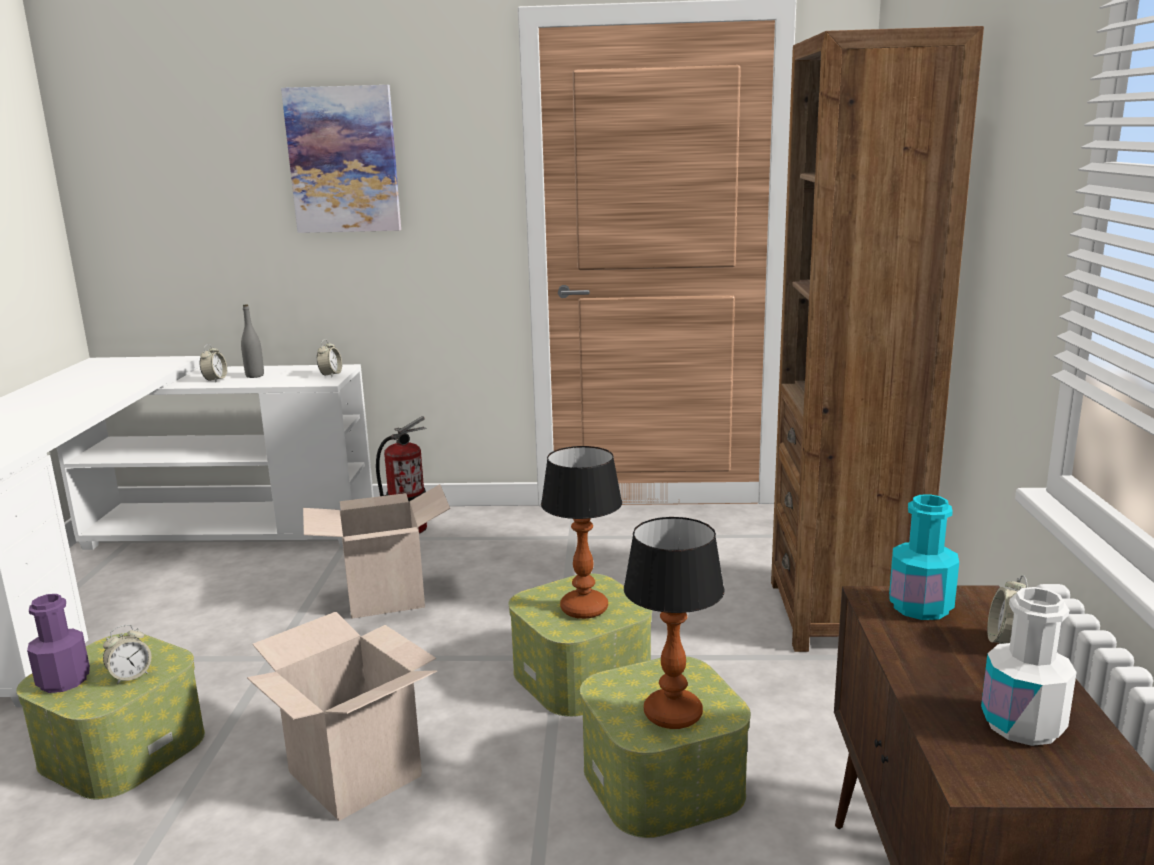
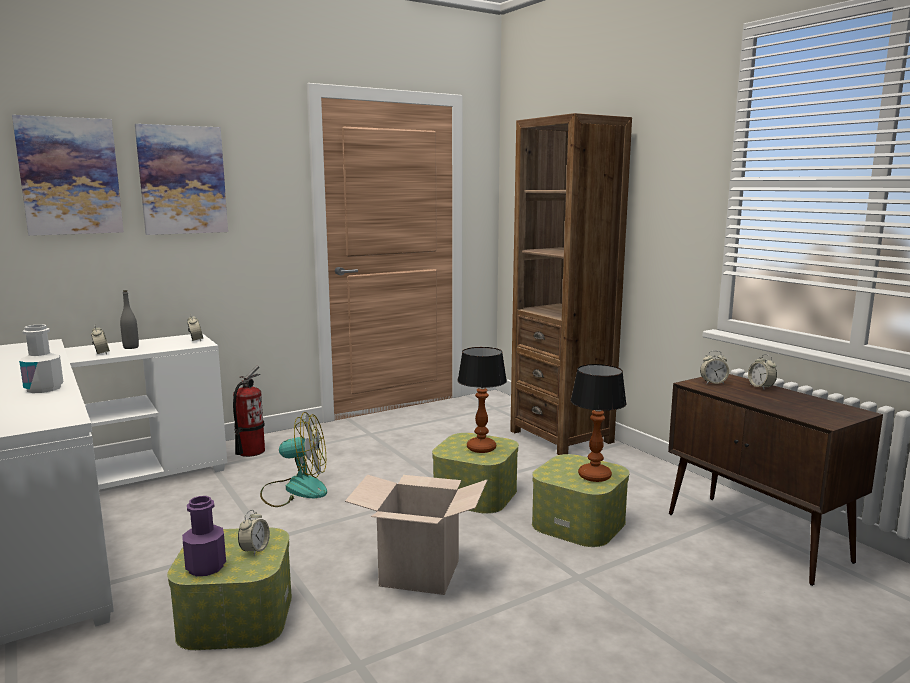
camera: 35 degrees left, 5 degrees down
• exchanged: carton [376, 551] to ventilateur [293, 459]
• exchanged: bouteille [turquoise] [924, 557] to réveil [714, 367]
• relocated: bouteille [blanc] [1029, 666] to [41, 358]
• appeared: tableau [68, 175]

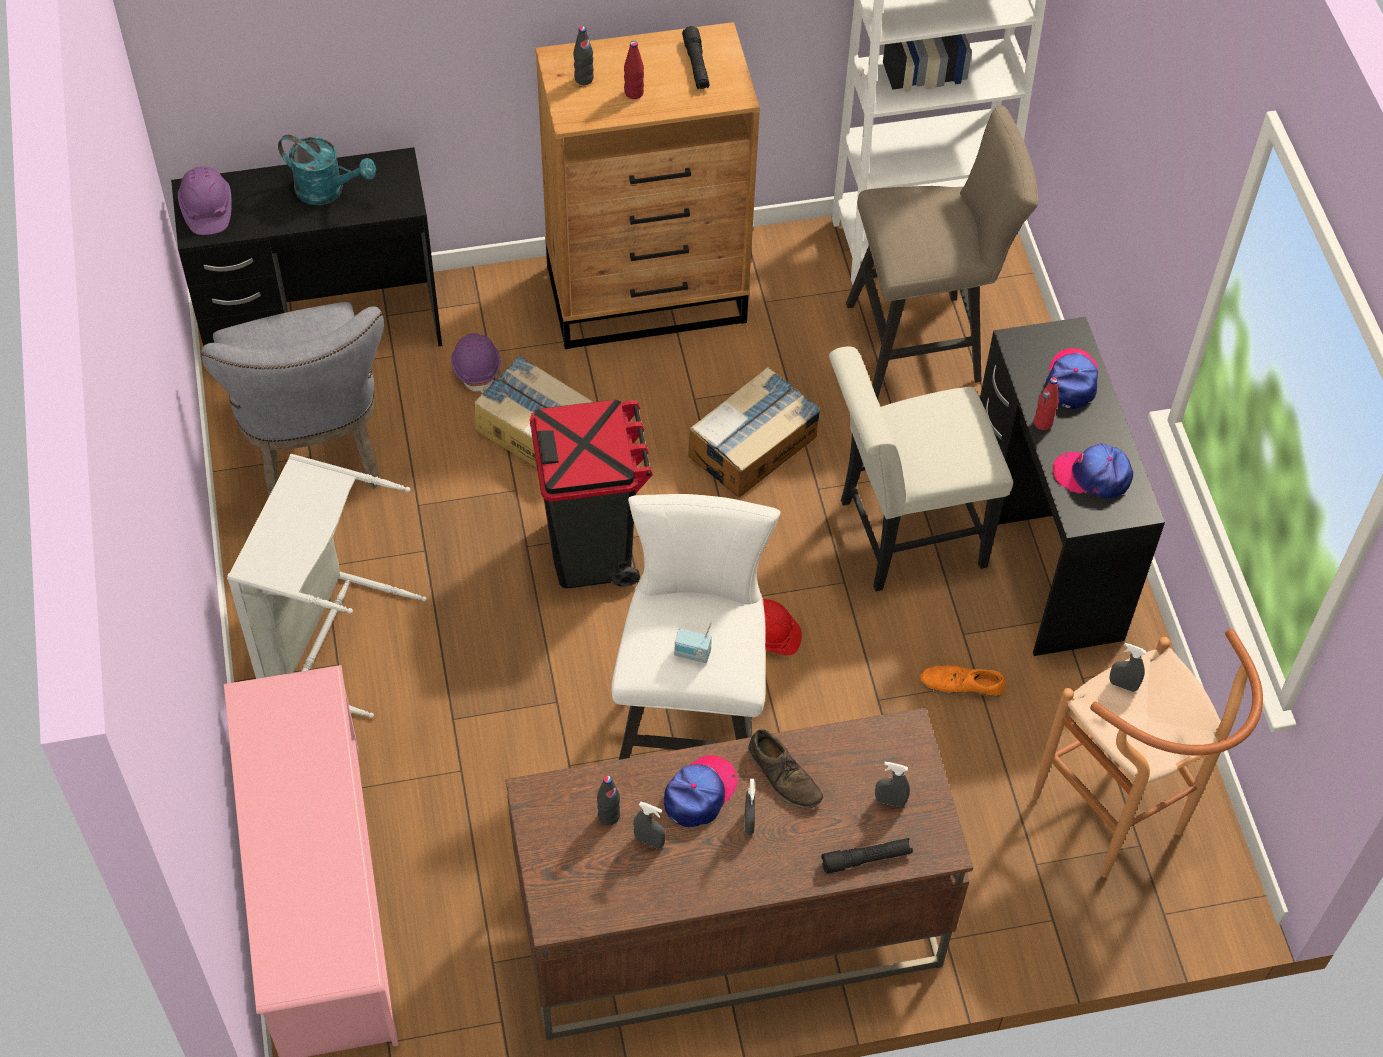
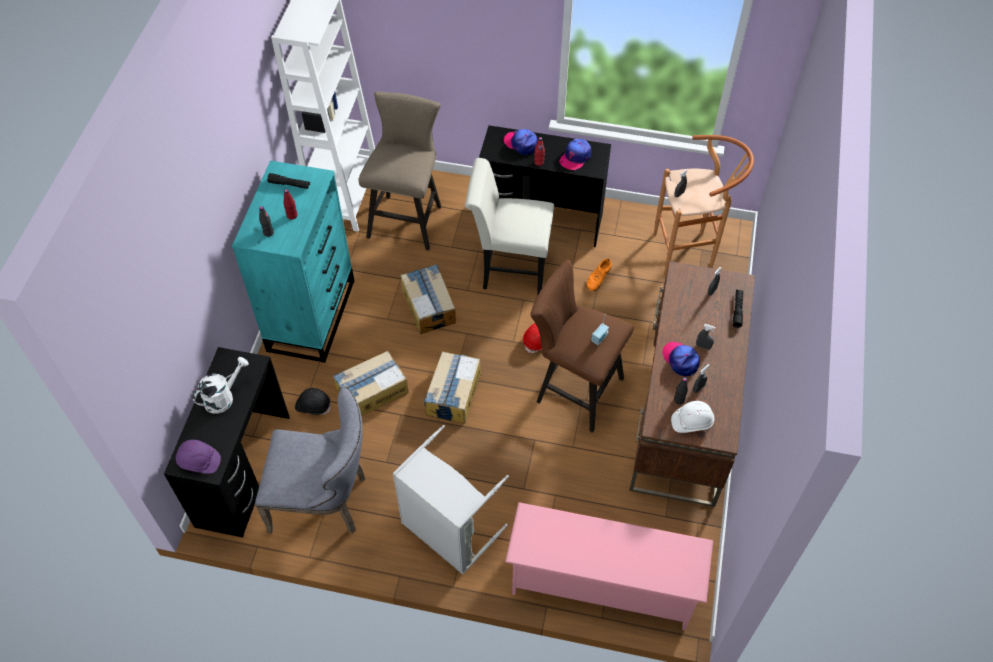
camera: 65 degrees left, 0 degrees up
• colour: arrosoir [turquoise] [327, 170] to arrosoir [blanc] [221, 385]
• colour: casque de chantier [violet] [476, 363] to casque de chantier [noir] [313, 401]
• exchanged: poubelle [noir] [591, 494] to carton [452, 387]
• colour: commode [marron] [647, 185] to commode [turquoise] [293, 261]
• colour: tabouret [blanc] [695, 627] to tabouret [marron] [582, 346]
• missing: chaussure [marron] [785, 769]
• spun: chaise [blanc] [921, 468] = [509, 227] 90 degrees clockwise
• appeared: casque de chantier [blanc] [692, 417]

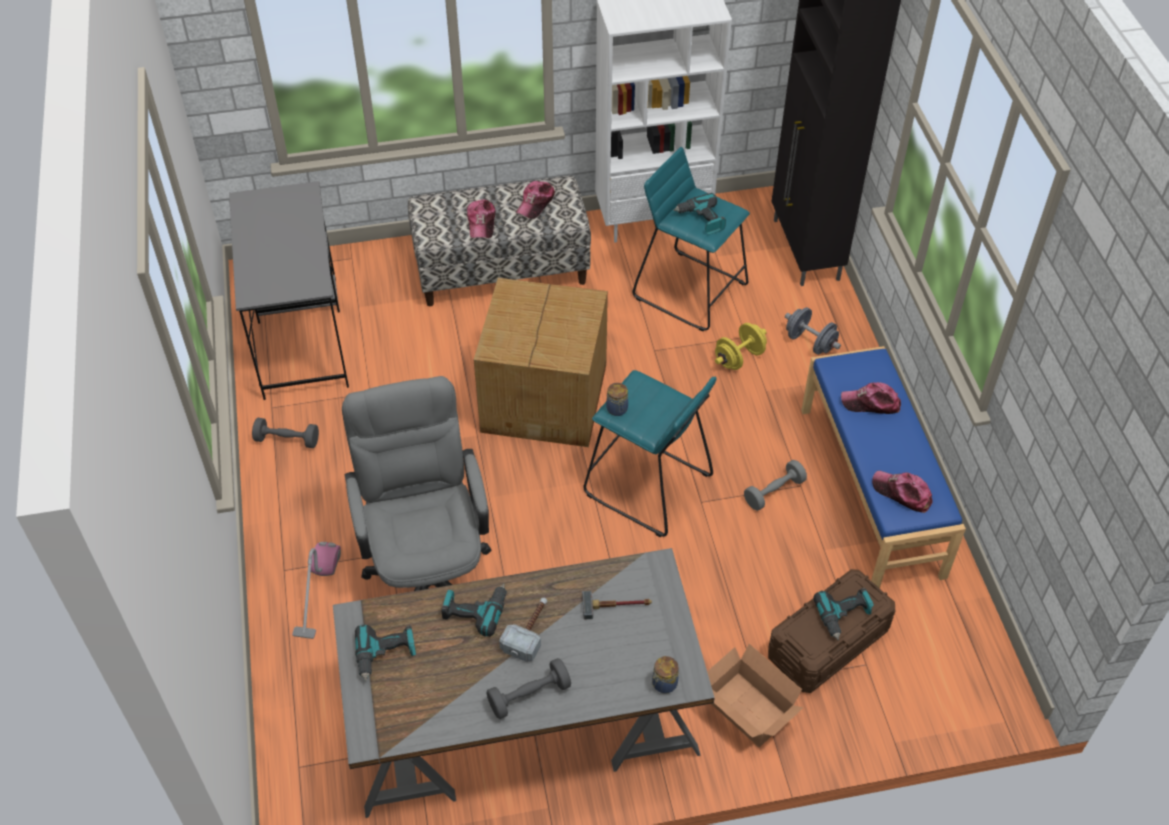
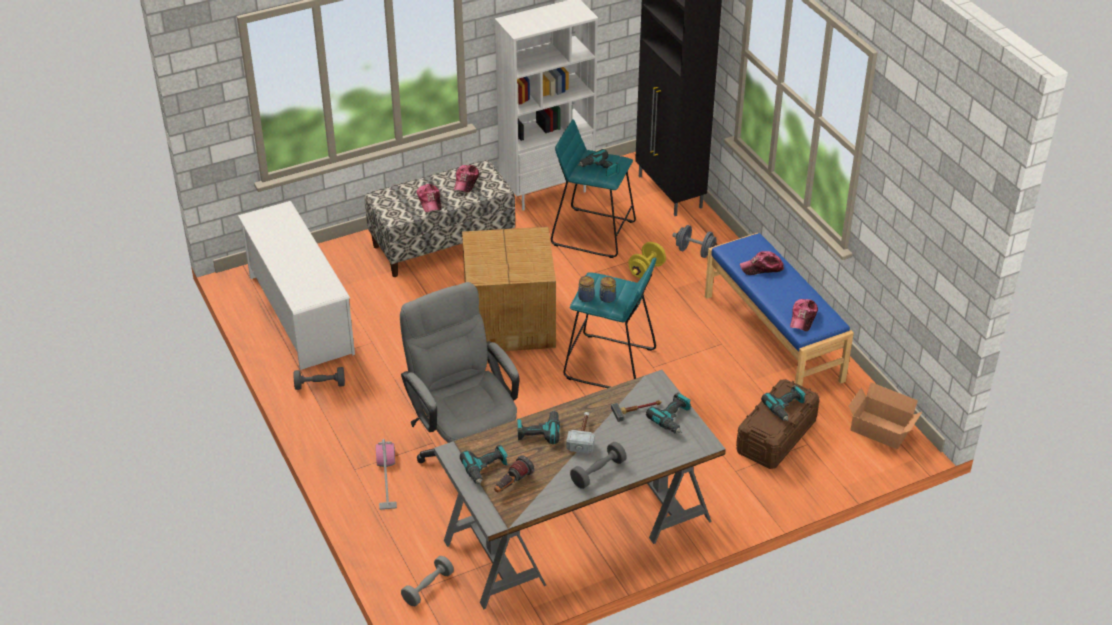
camera: 15 degrees left, 10 degrees down
• exchanged: bureau [gris] [289, 290] to étagère à chaussures [blanc] [296, 285]
• relocated: bocal [665, 675] to [608, 290]
• relocated: carton [755, 695] to [885, 415]
• relocated: haltère [gris] [775, 485] to [427, 581]
• spun: casquette [902, 492] = [804, 315] 90 degrees counterclockwise
• appeared: lampe de poche [514, 474]
• appeared: perceuse [668, 412]

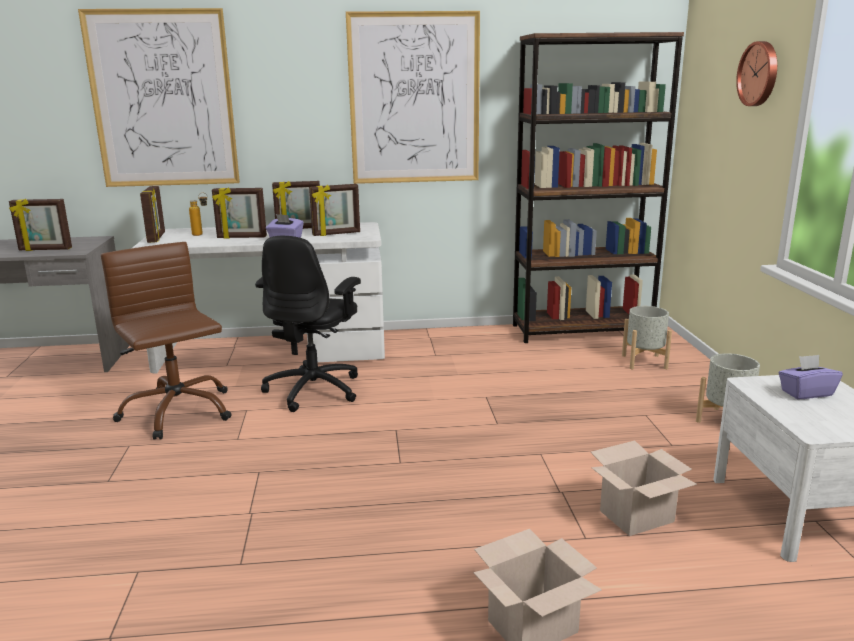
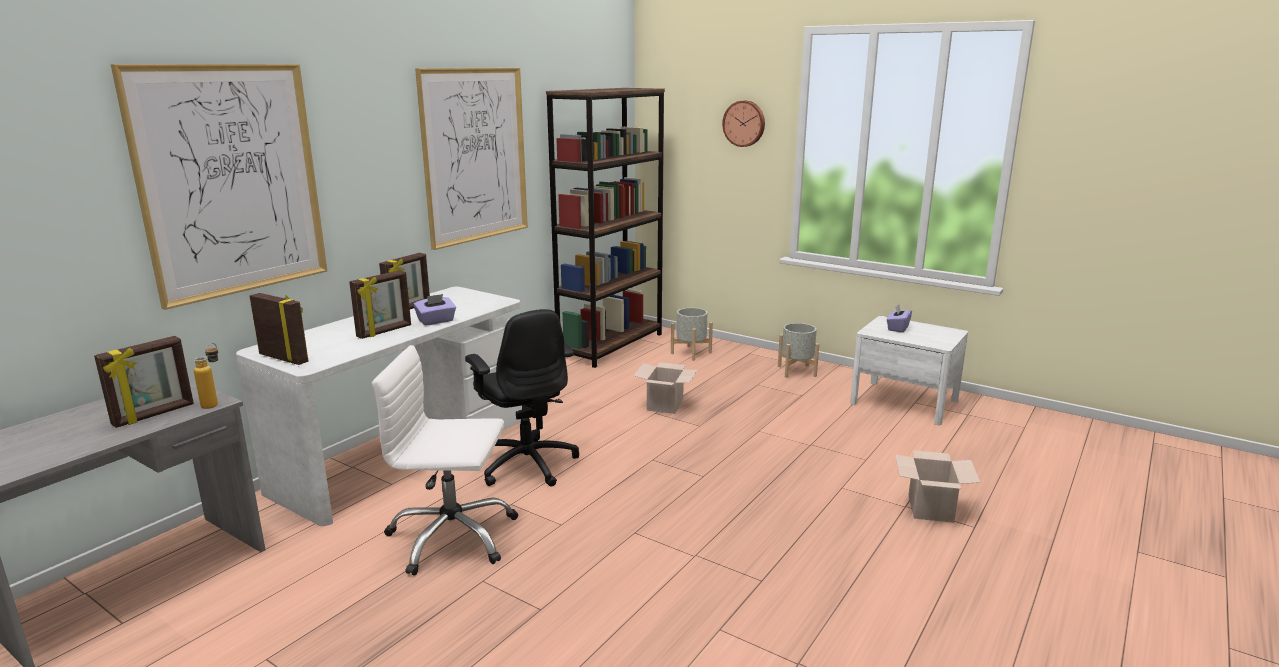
camera: 50 degrees left, 0 degrees up
• colour: chaise de bureau [marron] [166, 341] to chaise de bureau [blanc] [445, 460]
• relocated: bouteille [198, 214] to [206, 376]
• missing: cadre photo [334, 210]
• relocated: carton [644, 488] to [665, 388]

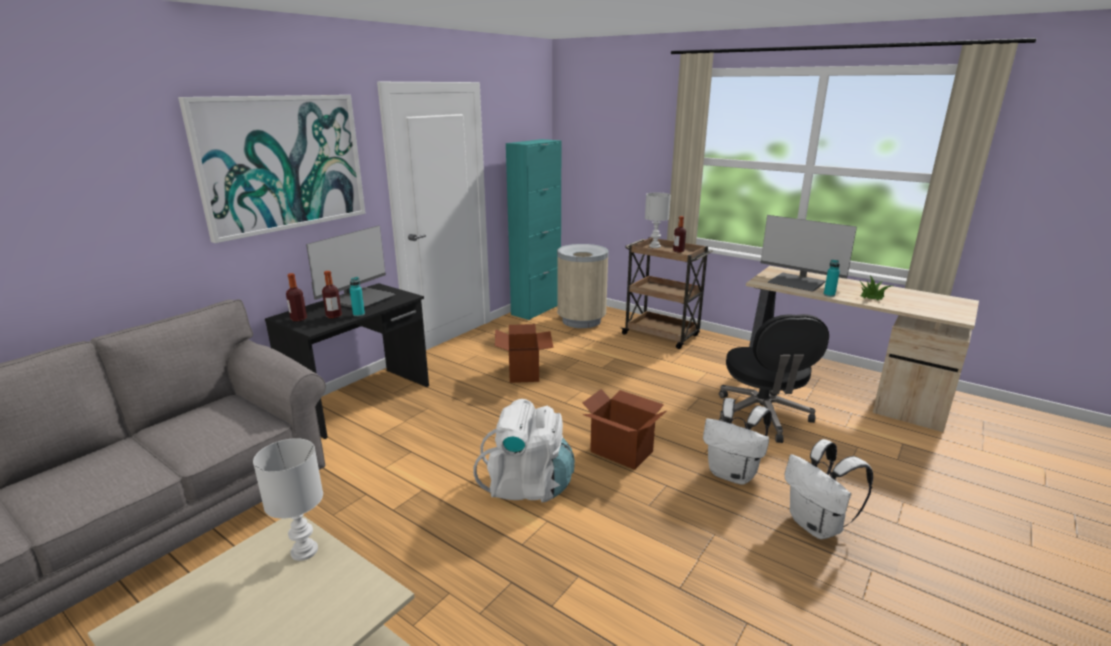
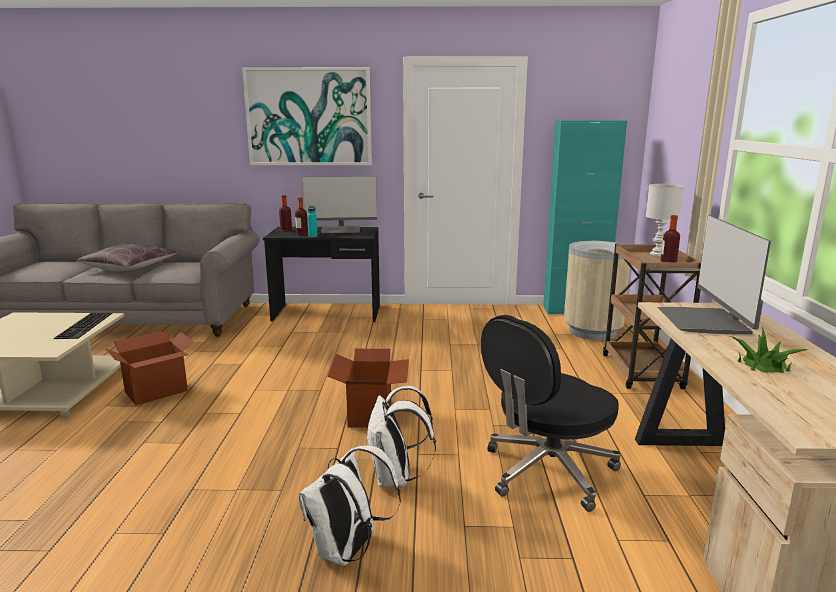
camera: 55 degrees right, 5 degrees down
• exchanged: lampe de table [blanc] [288, 499] to clavier [83, 325]
• missing: sac à dos [blanc] [524, 450]
• relocated: carton [524, 353] to [149, 368]
• missing: bouteille [turquoise] [832, 278]
• appeared: coussin [marron] [126, 257]

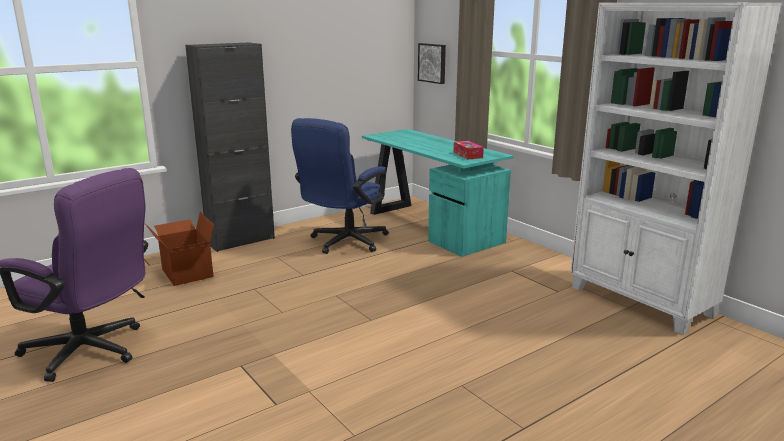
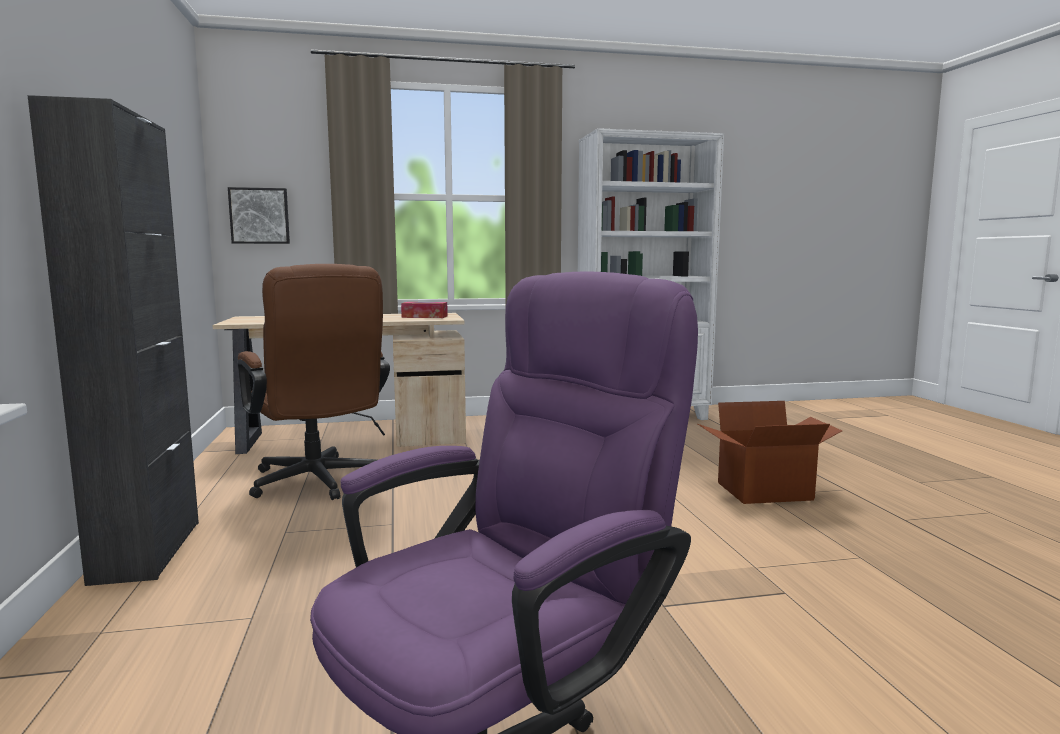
camera: 65 degrees left, 10 degrees down
• relocated: carton [179, 249] to [770, 452]
• colour: chaise de bureau [bleu] [340, 186] to chaise de bureau [marron] [313, 382]
• colour: bureau [turquoise] [438, 193] to bureau [beige] [339, 383]

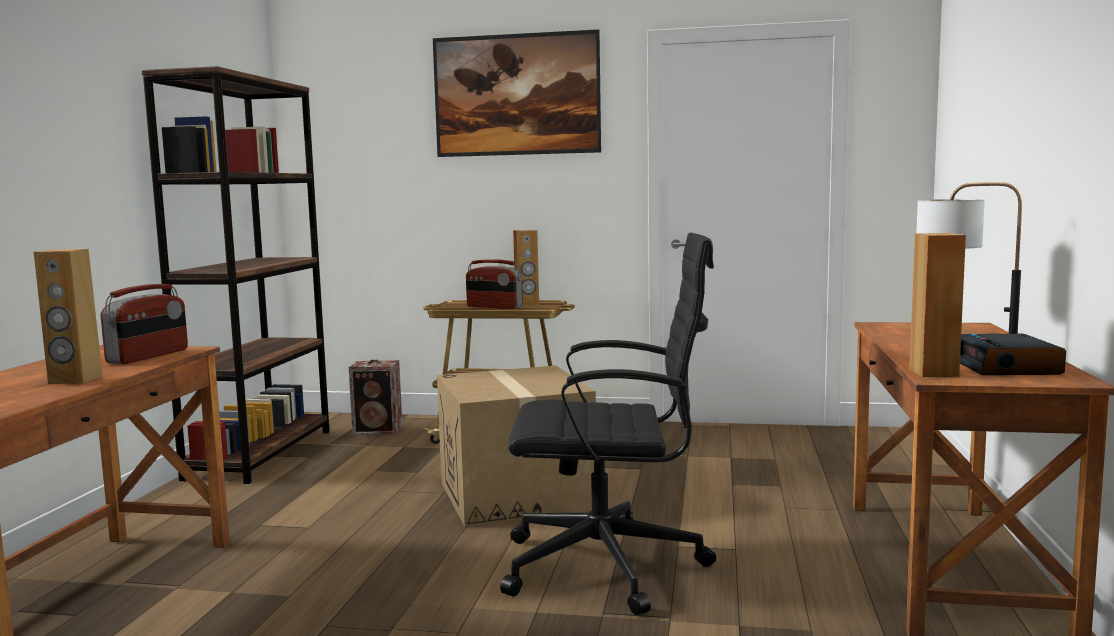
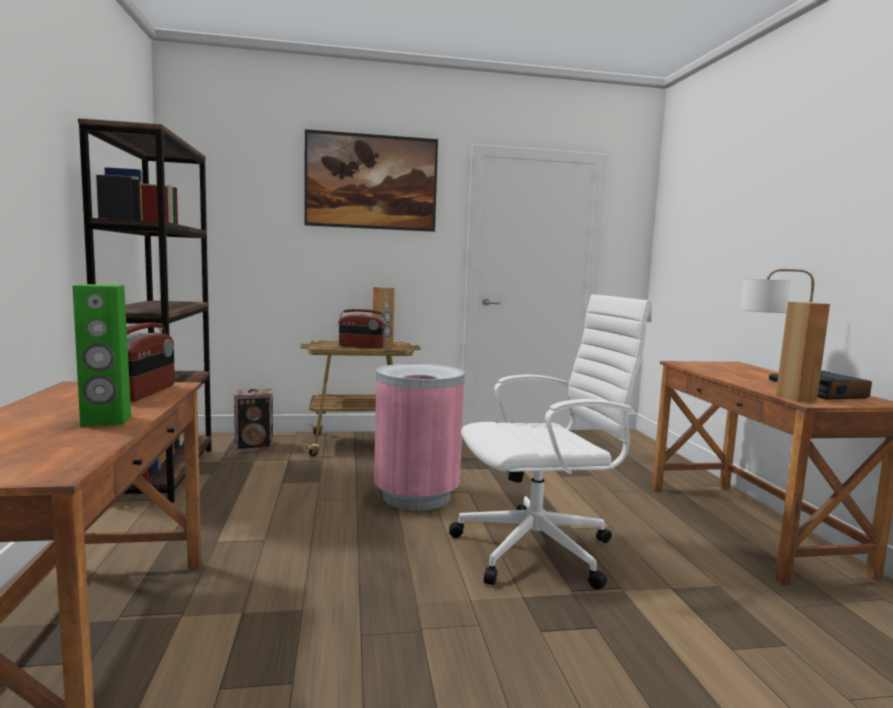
camera: 20 degrees left, 0 degrees up
• colour: enceinte [marron] [68, 316] to enceinte [vert] [101, 355]
• exchanged: carton [516, 446] to poubelle [rose] [419, 437]
• colour: chaise de bureau [noir] [608, 424] to chaise de bureau [blanc] [550, 442]

